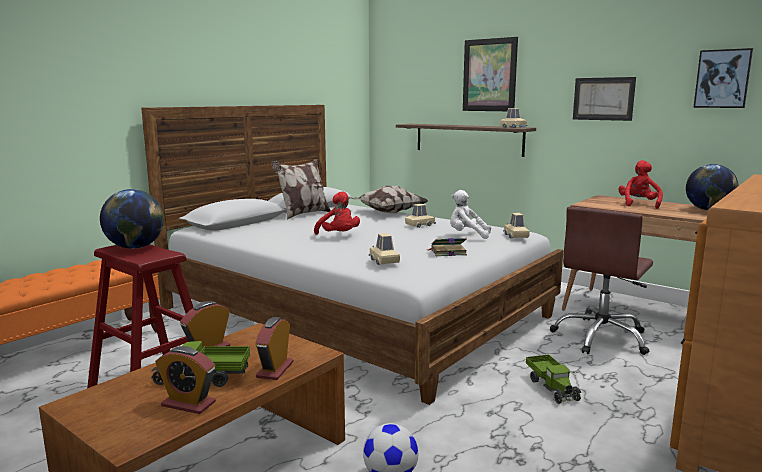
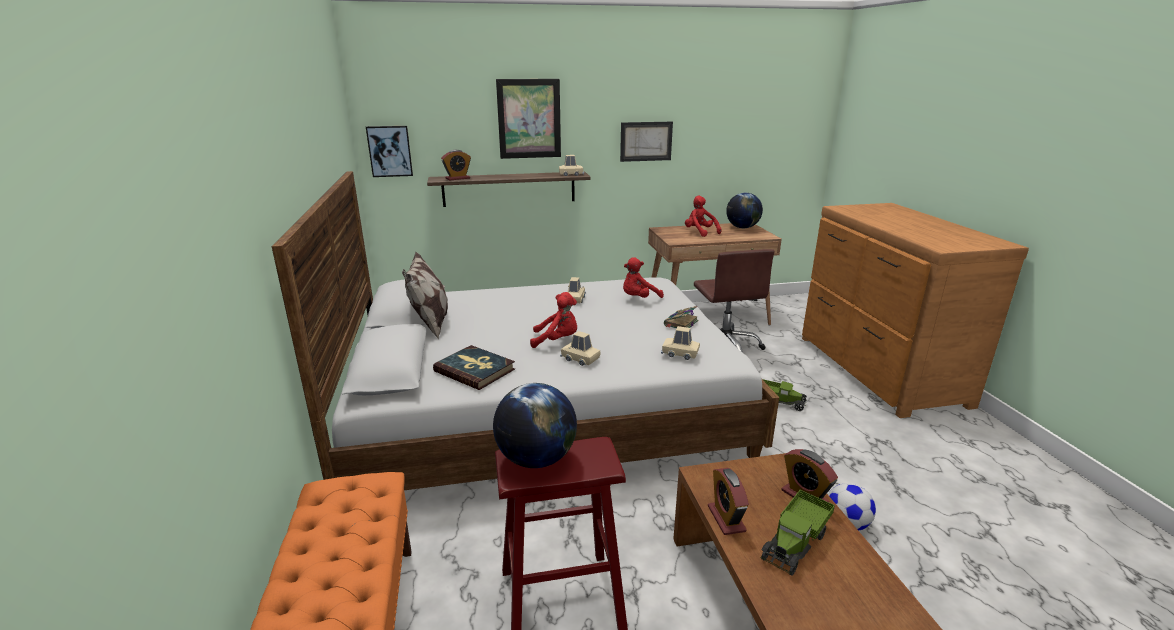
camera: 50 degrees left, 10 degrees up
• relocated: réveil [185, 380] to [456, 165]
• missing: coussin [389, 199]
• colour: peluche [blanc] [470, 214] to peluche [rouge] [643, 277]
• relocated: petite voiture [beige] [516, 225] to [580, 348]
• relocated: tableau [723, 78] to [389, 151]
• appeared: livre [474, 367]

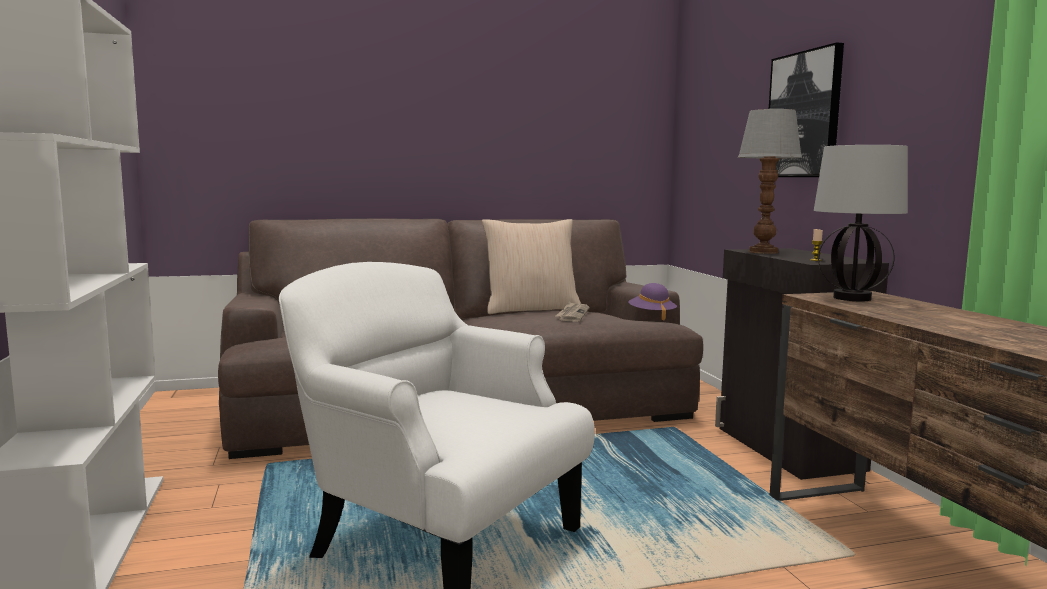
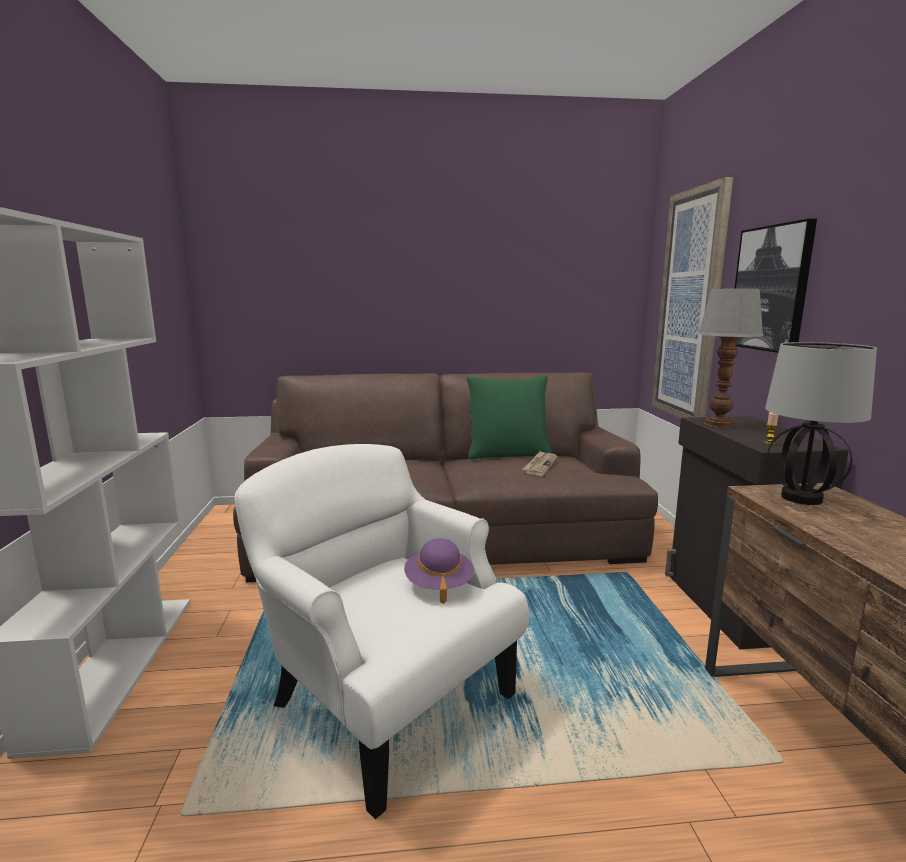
camera: 10 degrees right, 5 degrees up
• colour: coussin [beige] [531, 266] to coussin [vert] [509, 417]
• relocated: chapeau [violet] [652, 301] to [439, 571]
• appeared: tableau [692, 297]

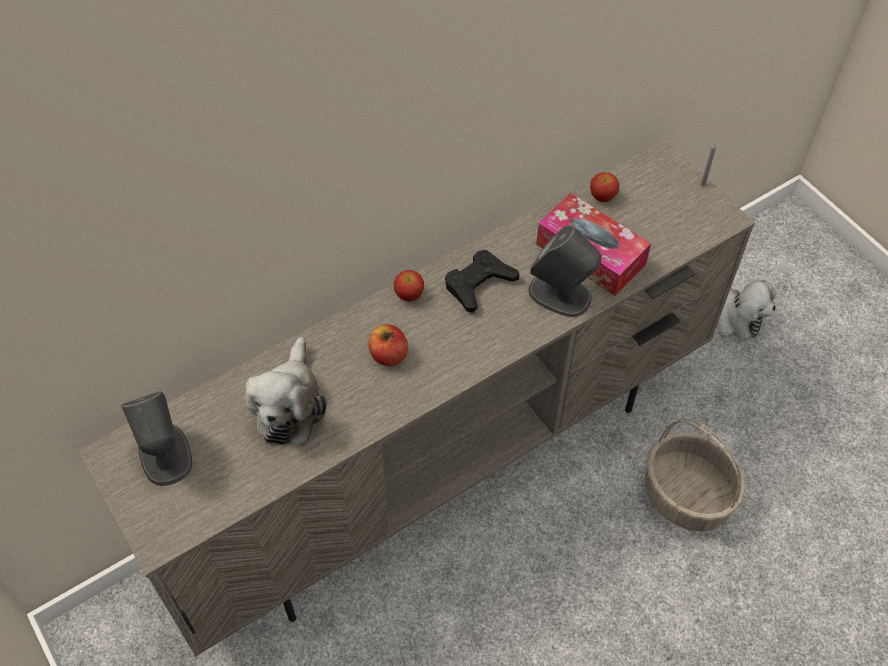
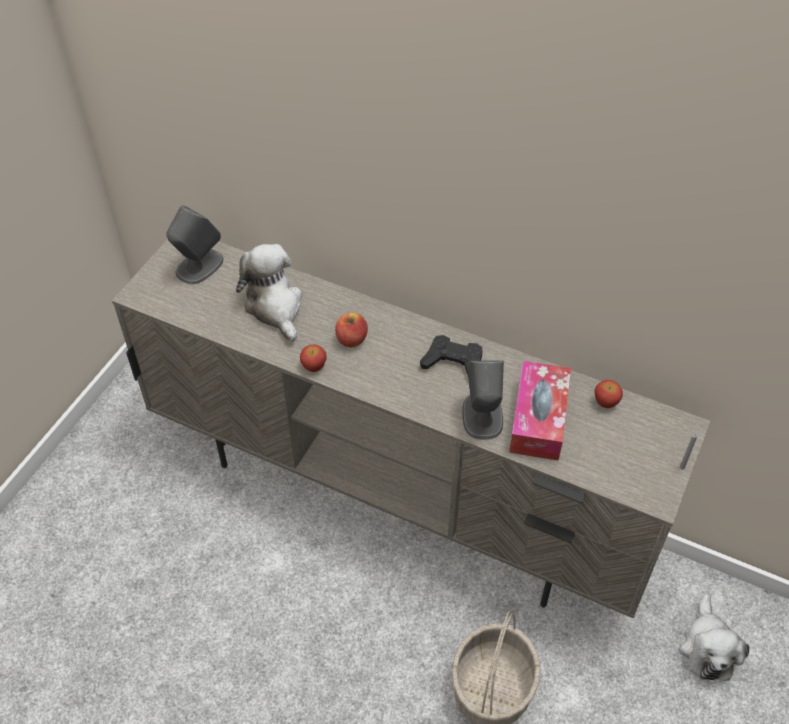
camera: 60 degrees right, 5 degrees down
• spun: peluche [286, 391] = [269, 293] 90 degrees clockwise
• relocated: pomme [409, 286] to [313, 358]

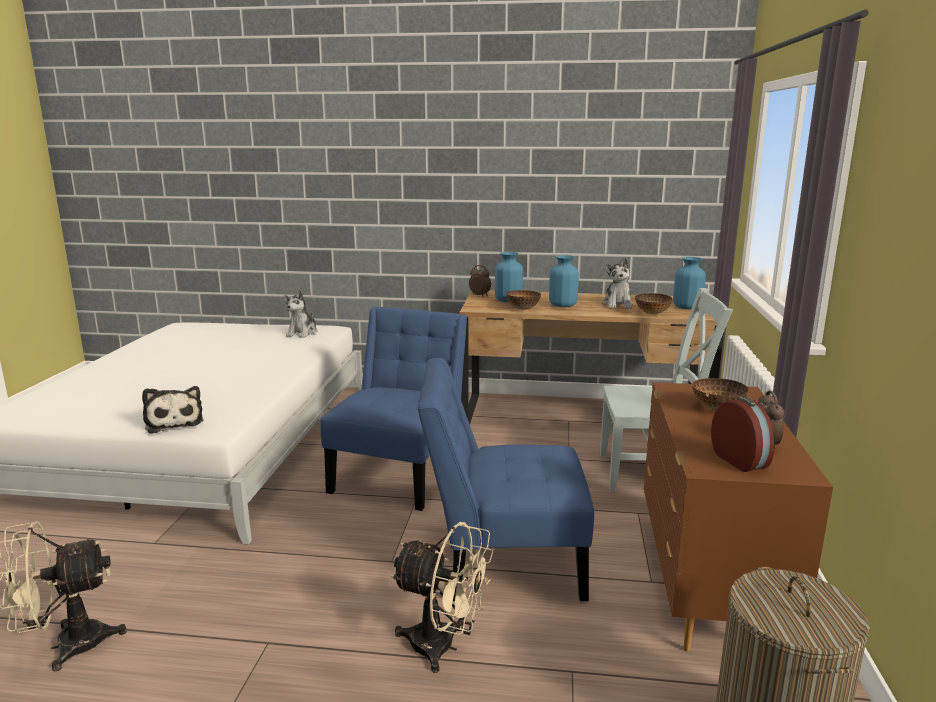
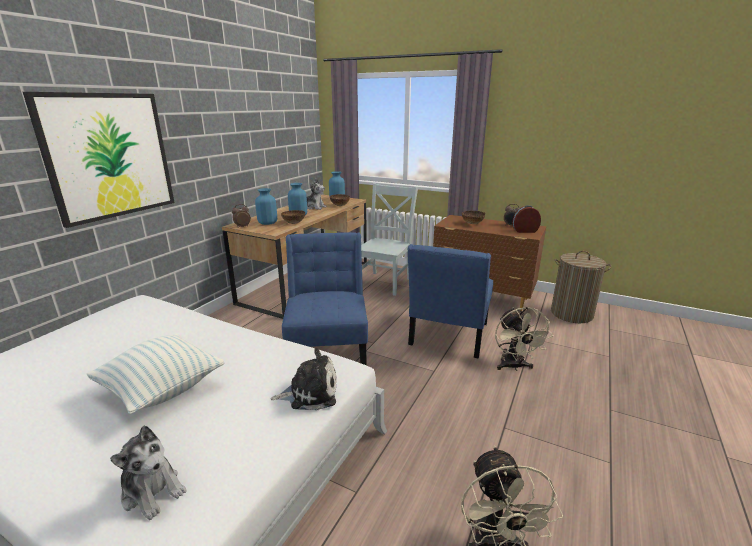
camera: 70 degrees left, 5 degrees up
• relocated: peluche [300, 314] to [148, 473]
• spun: chaise [bleu] [393, 409] = [325, 299] 45 degrees clockwise
• spun: ventilateur [beige] [441, 597] = [524, 339] 135 degrees clockwise
• appeared: tableau [99, 160]
• appeared: coussin [155, 374]

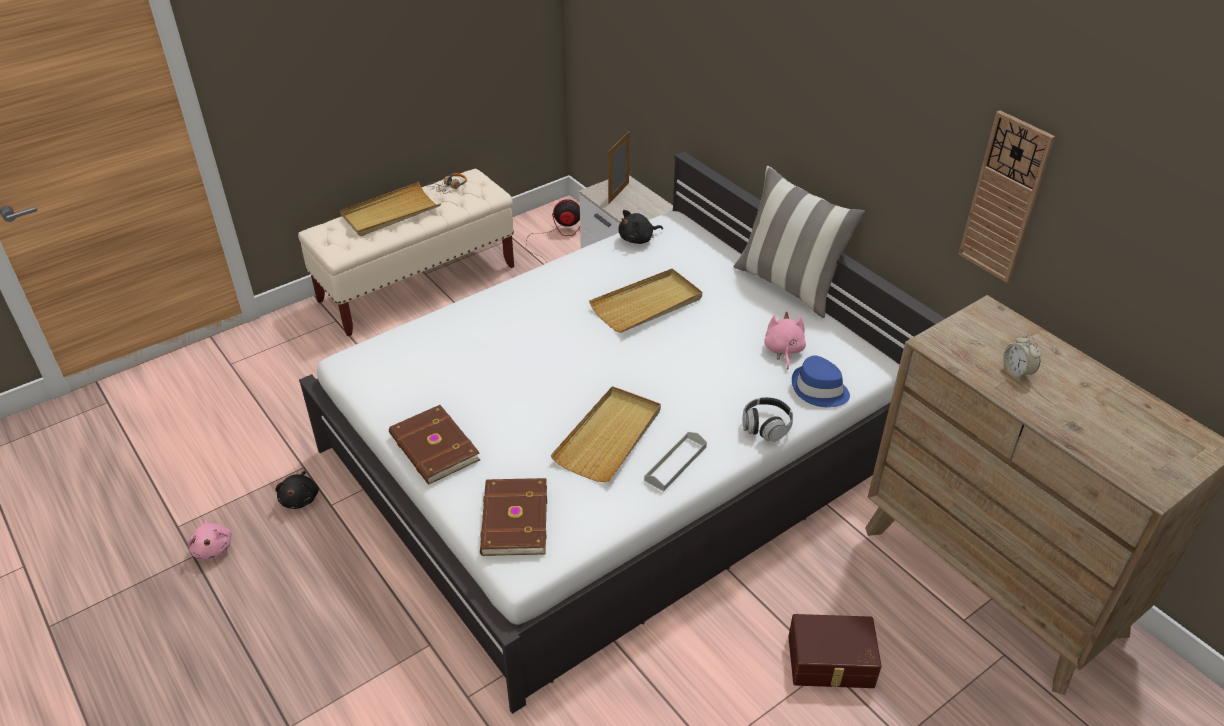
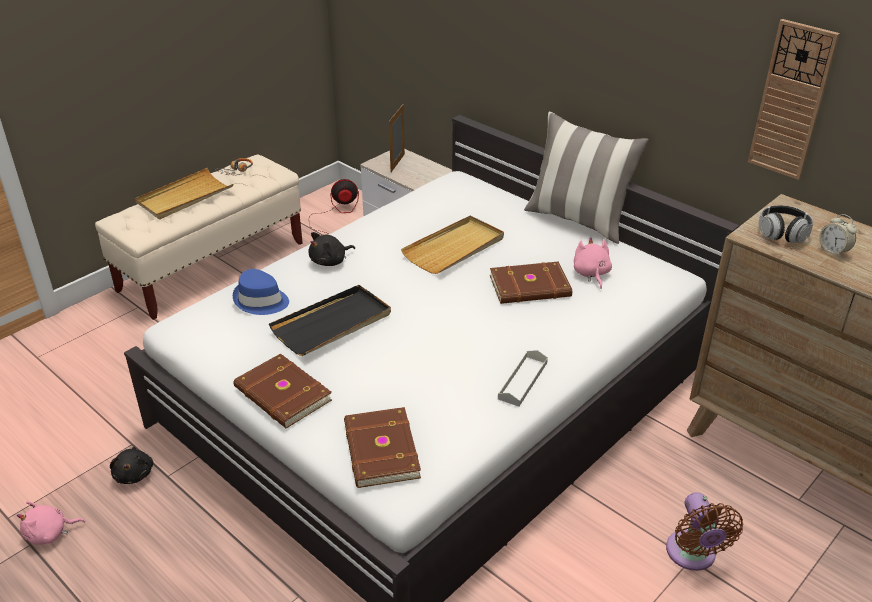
camera: 10 degrees left, 5 degrees down
• spun: peluche [rose] [210, 540] = [51, 523] 105 degrees clockwise
• missing: plateau [beige] [605, 434]
• relocated: peluche [noir] [640, 227] to [331, 249]
• relocated: casque audio [768, 419] to [786, 224]
• exchanged: boîte de rangement [marron] [835, 651] to ventilateur [marron] [704, 531]
• relocated: chapeau [bleu] [821, 381] to [261, 292]
• appeared: plateau [noir] [330, 320]
• appeared: livre [marron] [531, 283]

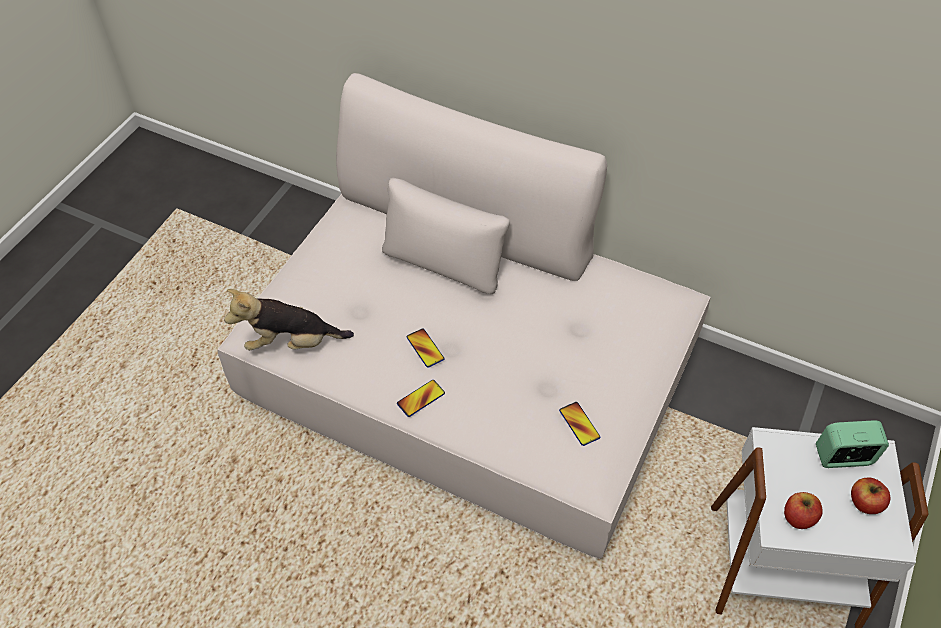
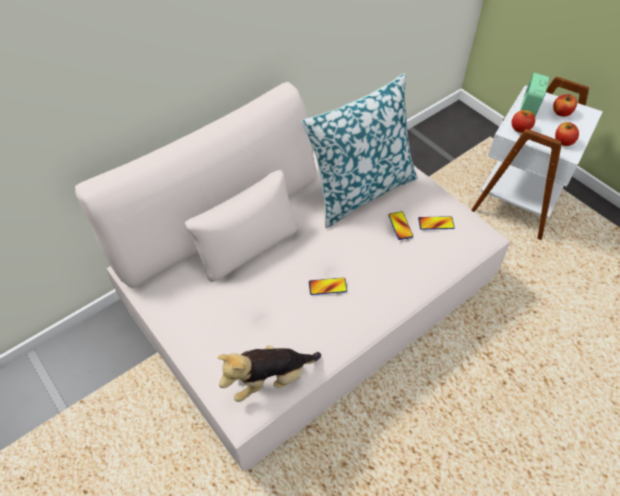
camera: 65 degrees left, 0 degrees up
• spun: peluche [289, 319] = [269, 373] 45 degrees clockwise
• relocated: téléphone [421, 398] to [400, 225]
• appeared: coussin [359, 150]
• appeared: pomme [523, 121]

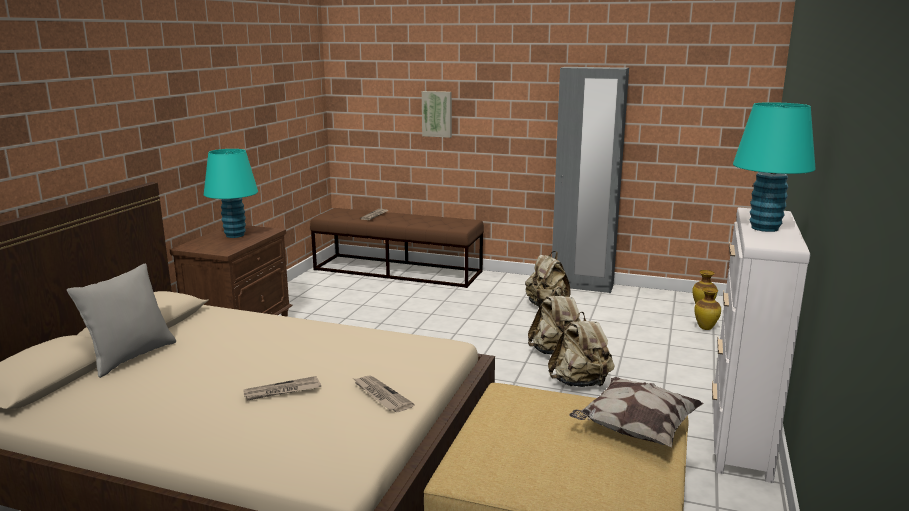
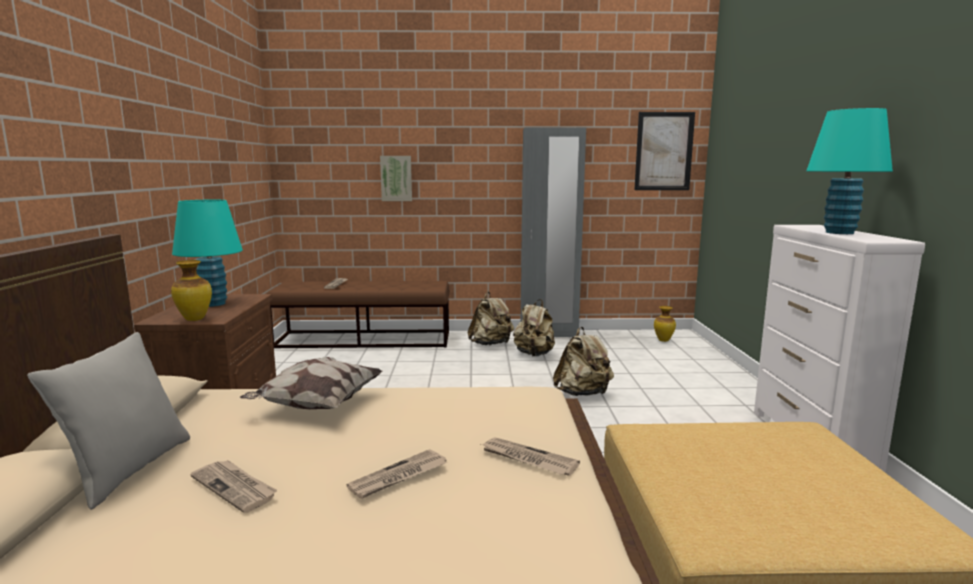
camera: 20 degrees left, 5 degrees down
• relocated: sac à dos [beige] [581, 349] to [491, 318]
• relocated: coussin [636, 412] to [311, 383]
• relocated: vase [707, 308] to [191, 290]
• appeared: journal [234, 486]
• appeared: tableau [664, 151]

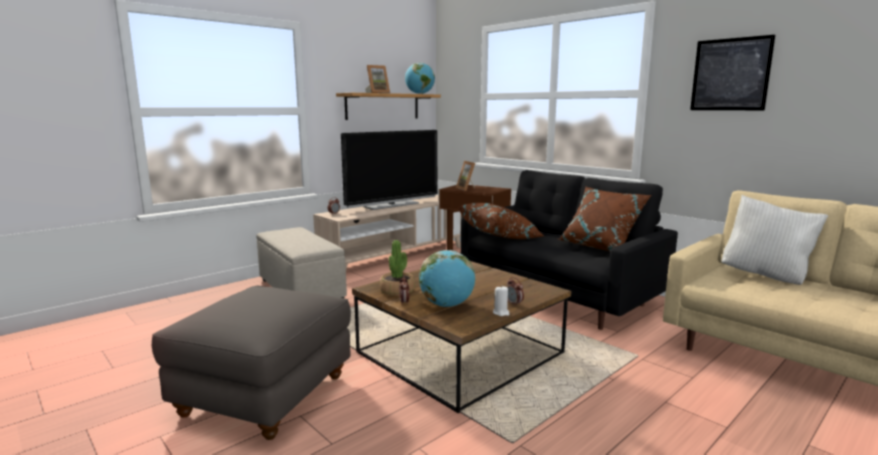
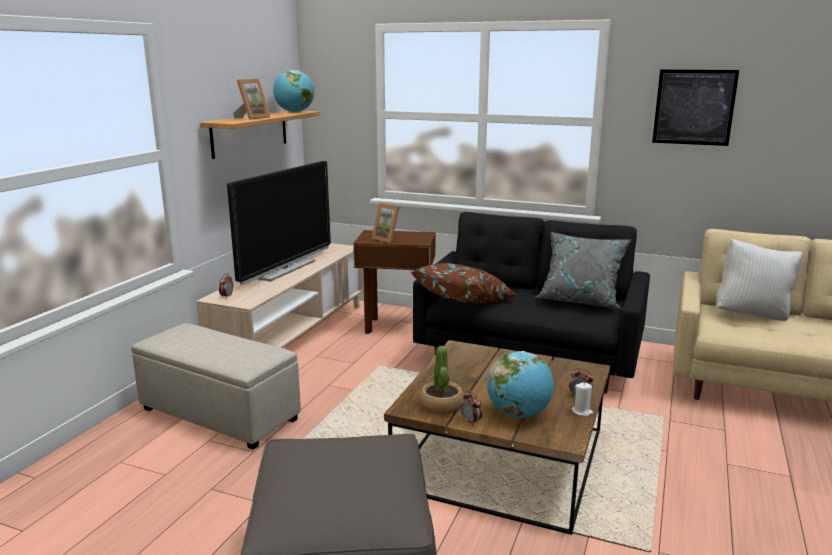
camera: 25 degrees left, 5 degrees up
• colour: coussin [marron] [605, 219] to coussin [gris] [583, 270]

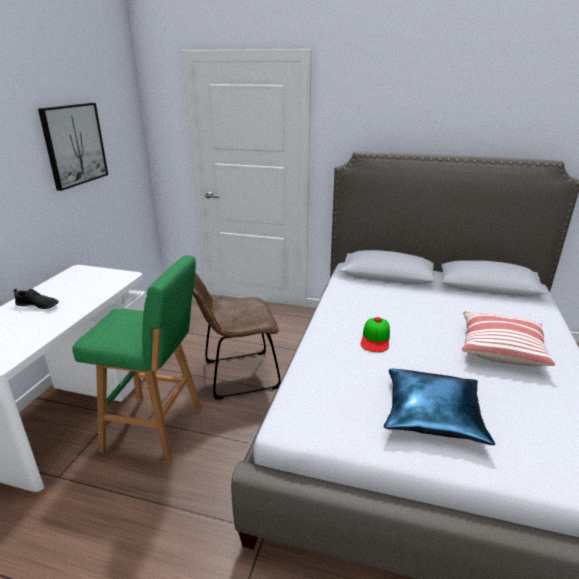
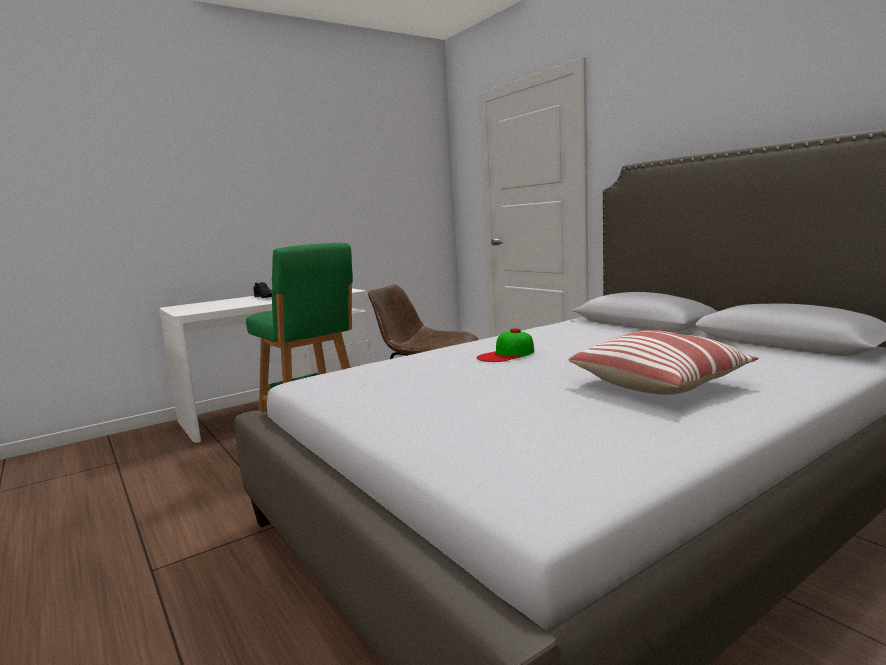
camera: 40 degrees right, 15 degrees down
• missing: tableau [73, 147]
• missing: coussin [bleu] [439, 407]

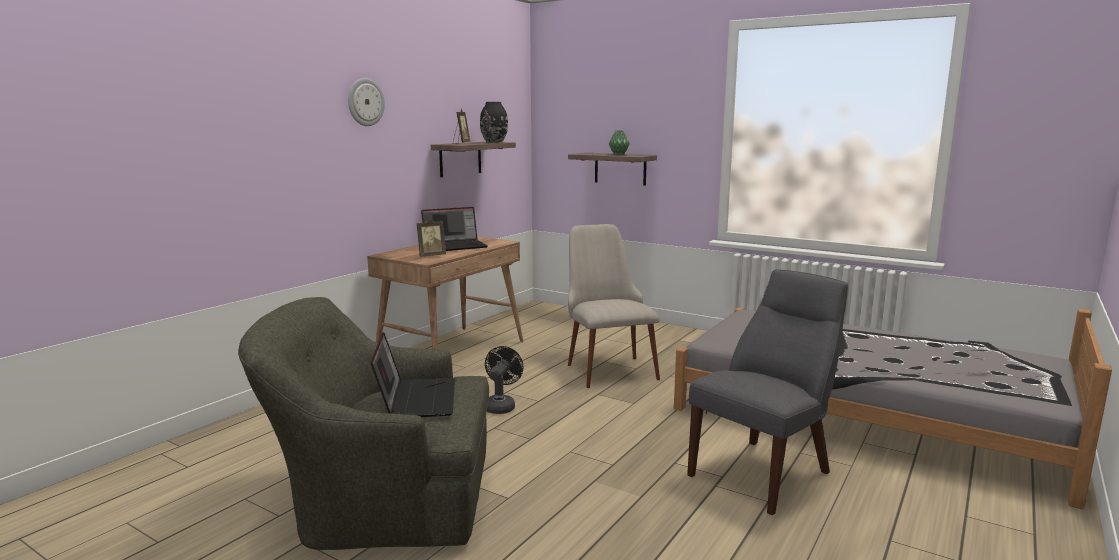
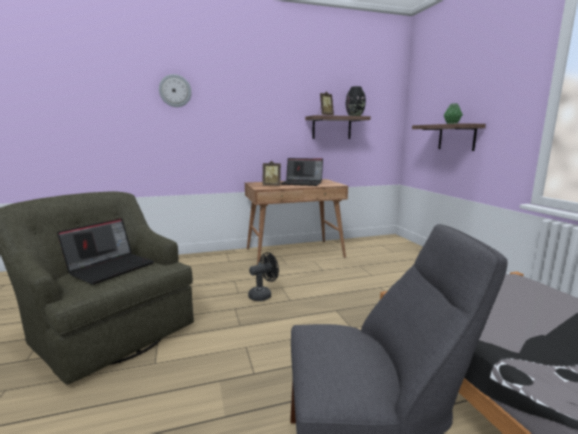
camera: 40 degrees right, 0 degrees up
• relocated: horloge murale [366, 102] to [175, 90]
• missing: chaise [beige] [614, 306]

